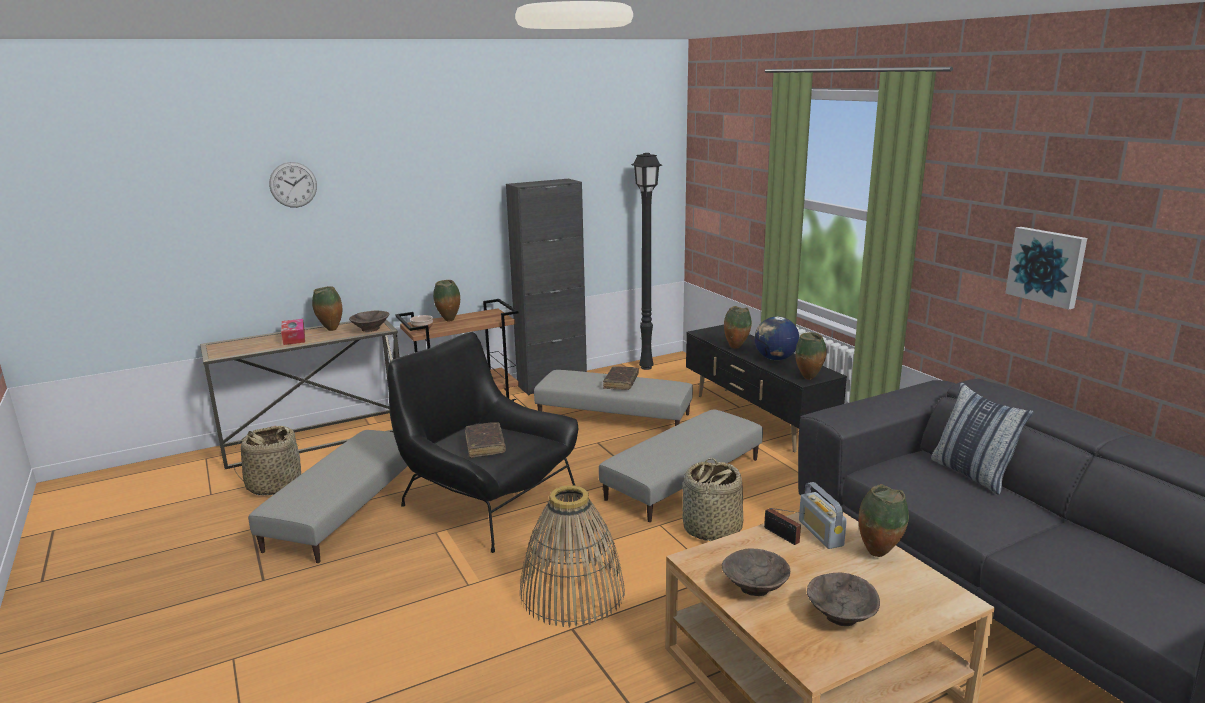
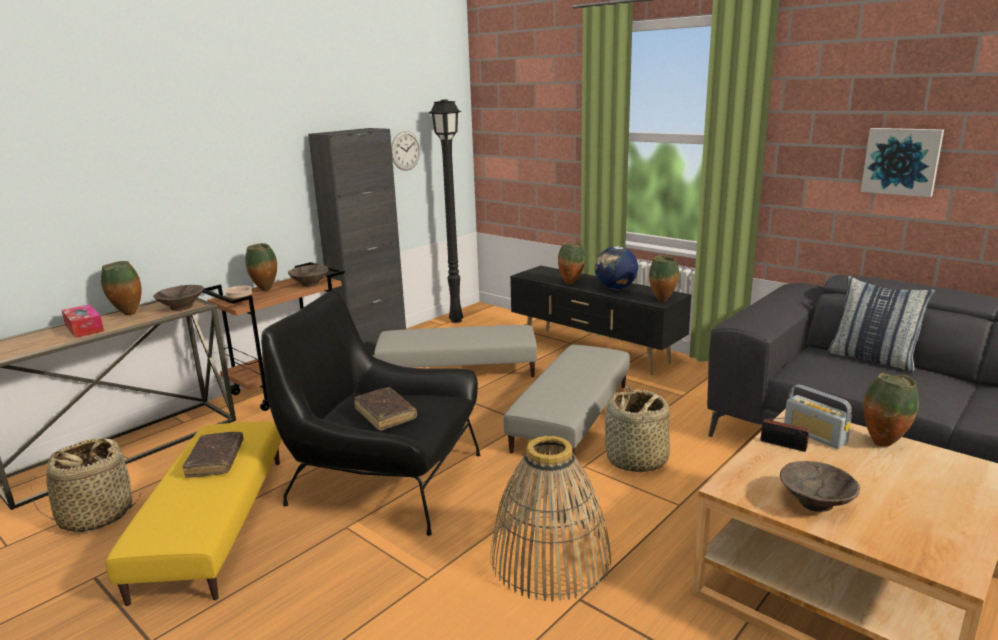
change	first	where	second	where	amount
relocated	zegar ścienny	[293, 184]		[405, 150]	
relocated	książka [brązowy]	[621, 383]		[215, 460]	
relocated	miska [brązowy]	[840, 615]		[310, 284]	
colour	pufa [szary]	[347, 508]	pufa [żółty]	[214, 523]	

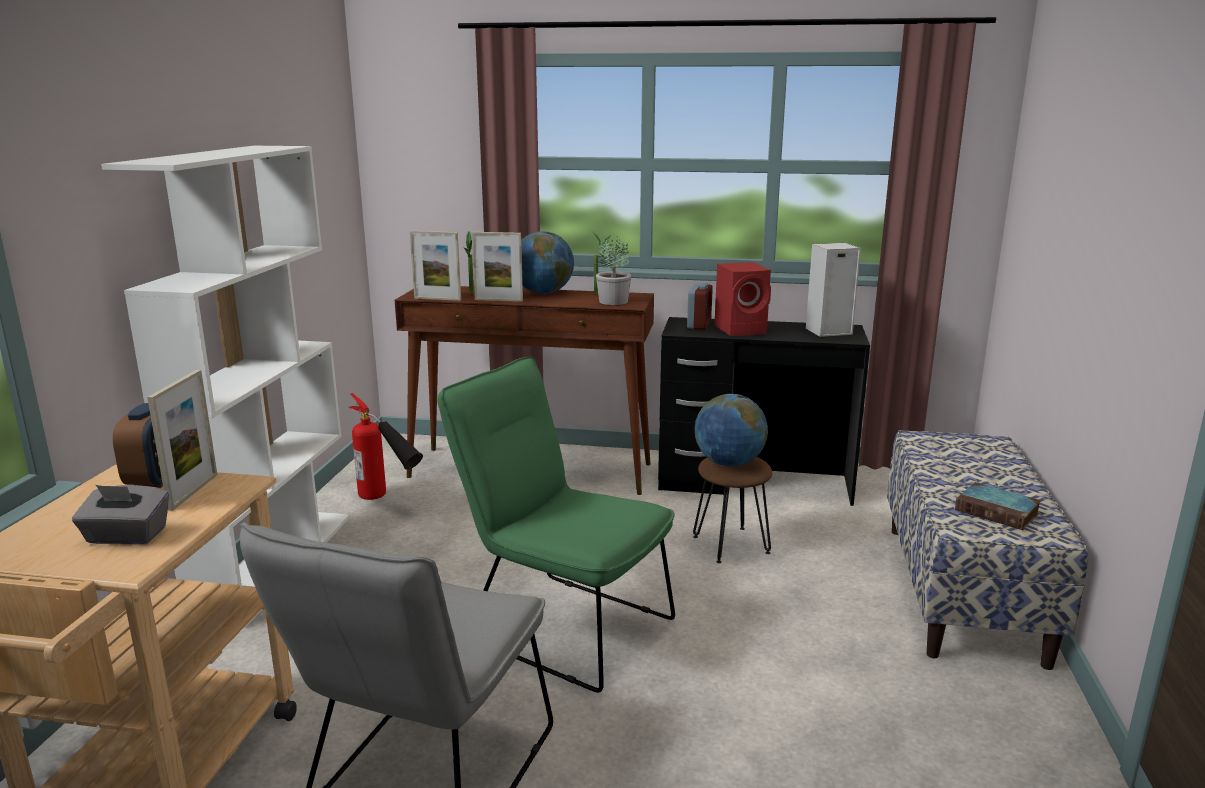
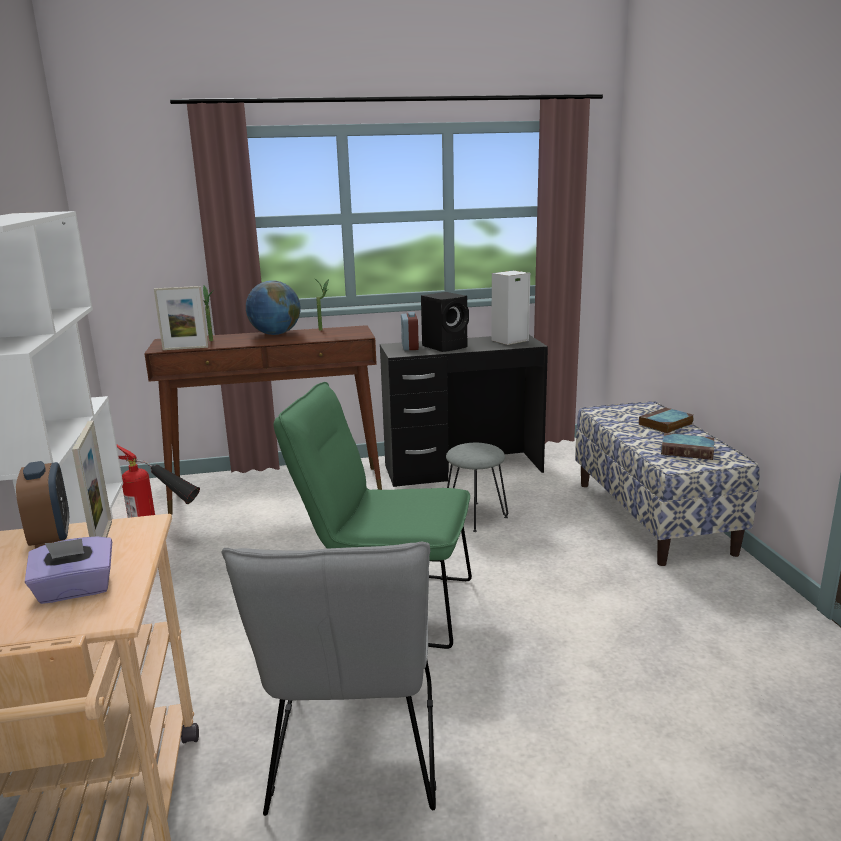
change	first	where	second	where	amount
missing	ramka na zdjęcie	[498, 300]			
missing	roślina doniczkowa	[613, 301]			
missing	globus	[729, 463]			
appeared			książka	[665, 424]	
colour	pudełko chusteczek [szary]	[126, 536]	pudełko chusteczek [fioletowy]	[75, 590]	
colour	stołek [brązowy]	[730, 544]	stołek [szary]	[475, 517]	
colour	głośnik [czerwony]	[742, 330]	głośnik [czarny]	[446, 346]	

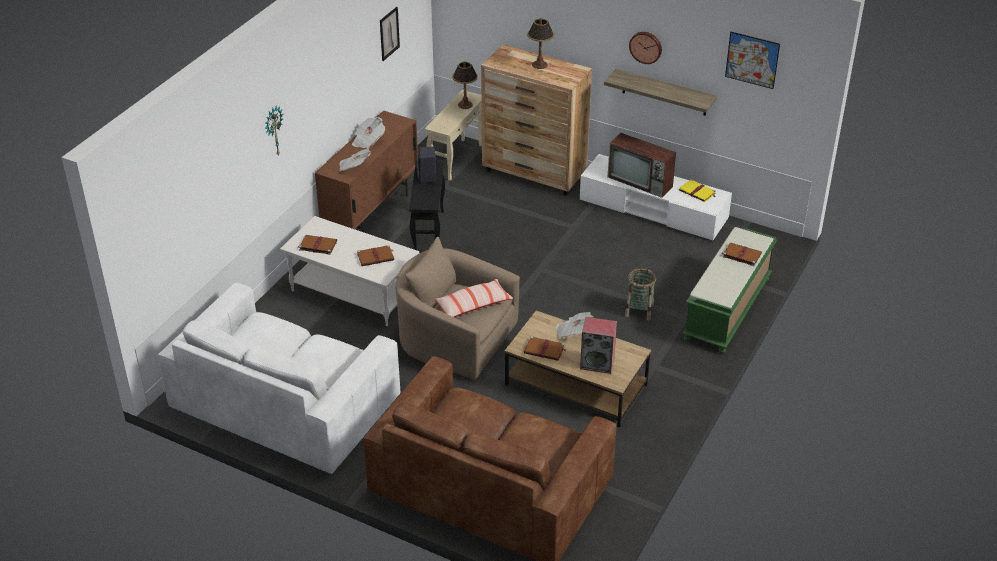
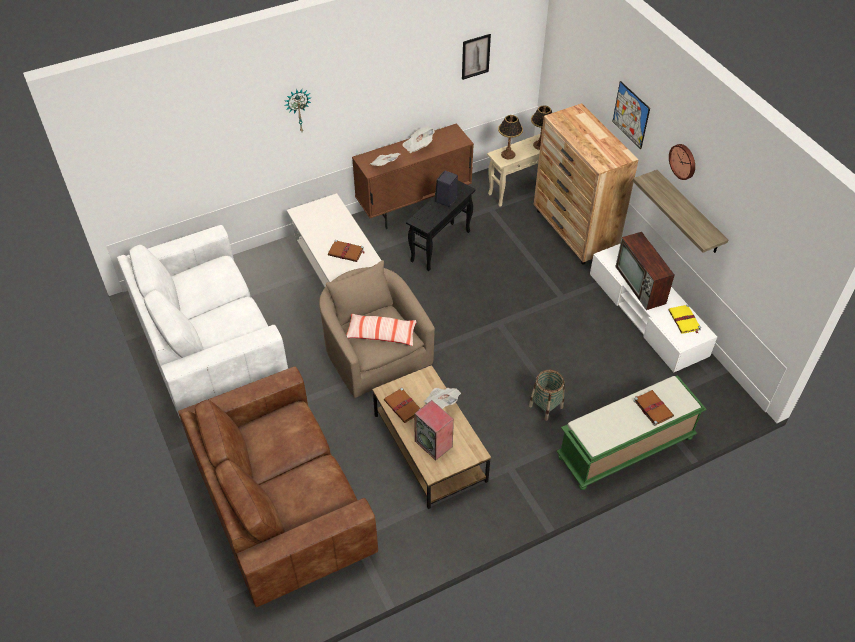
change	first	where	second	where	amount
missing	książka [brązowy]	[317, 245]			
relocated	lampa stołowa	[540, 65]		[508, 154]	
relocated	obraz	[752, 60]		[631, 115]	

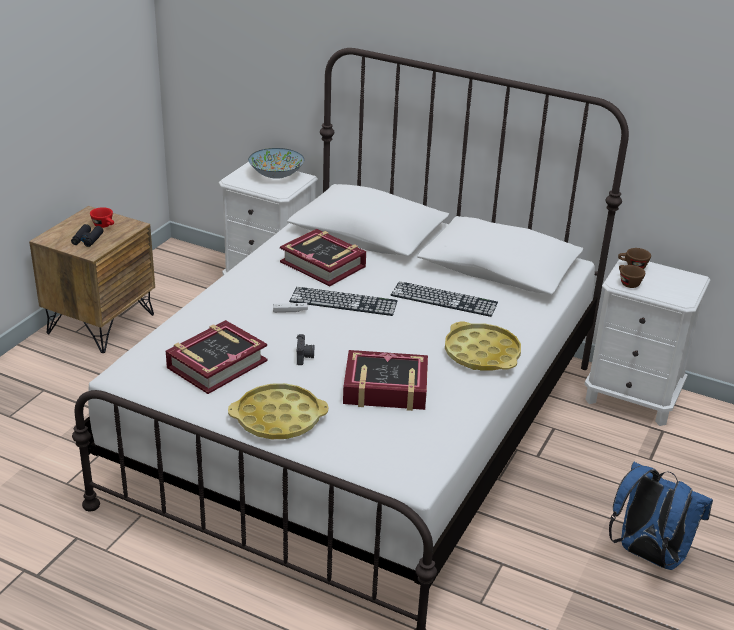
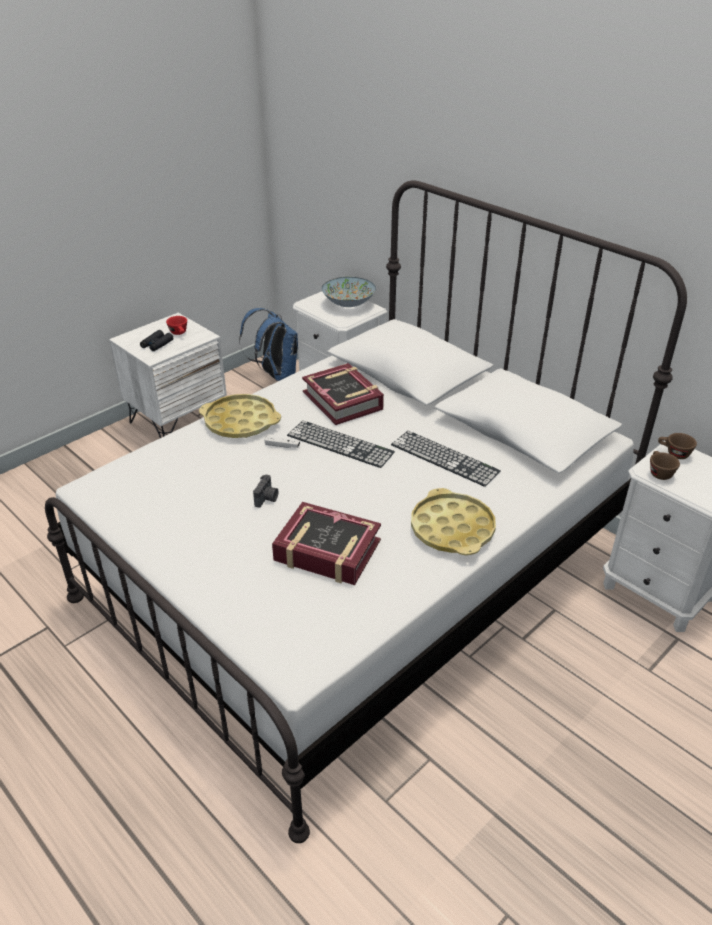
change	first	where	second	where	amount
missing	książka	[216, 364]			
relocated	taca [żółty]	[278, 418]		[240, 422]	
relocated	plecak [niebieski]	[647, 555]		[275, 374]	
colour	szafka nocna [brązowy]	[100, 323]	szafka nocna [biały]	[177, 420]	

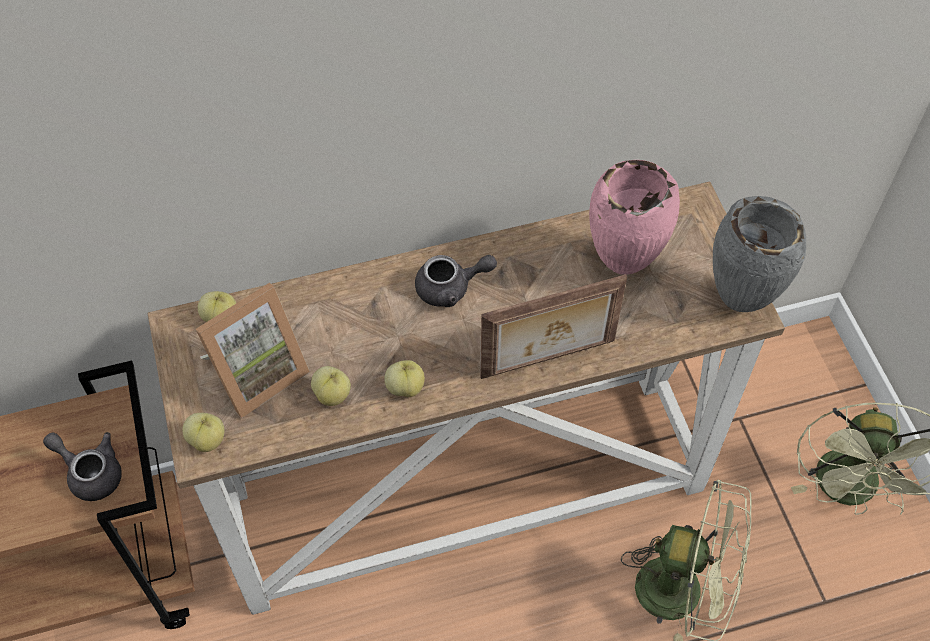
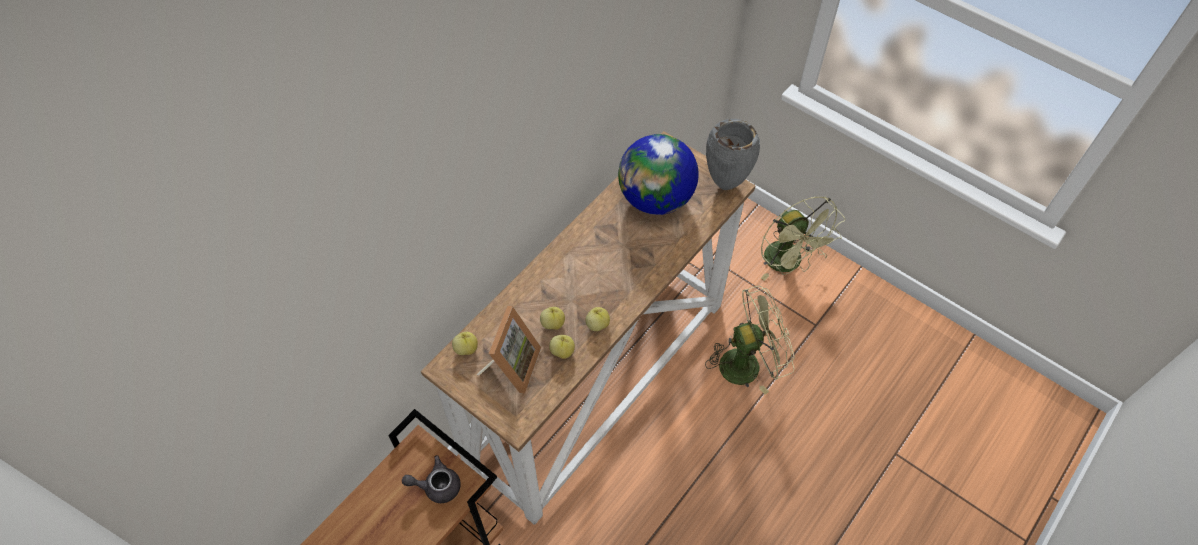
change	first	where	second	where	amount
missing	imbryk [szary]	[451, 288]			
missing	ramka na zdjęcie	[548, 360]			
relocated	jabłko	[207, 440]		[553, 323]	
exchanged	wazon [różowy]	[622, 267]	globus	[656, 199]	

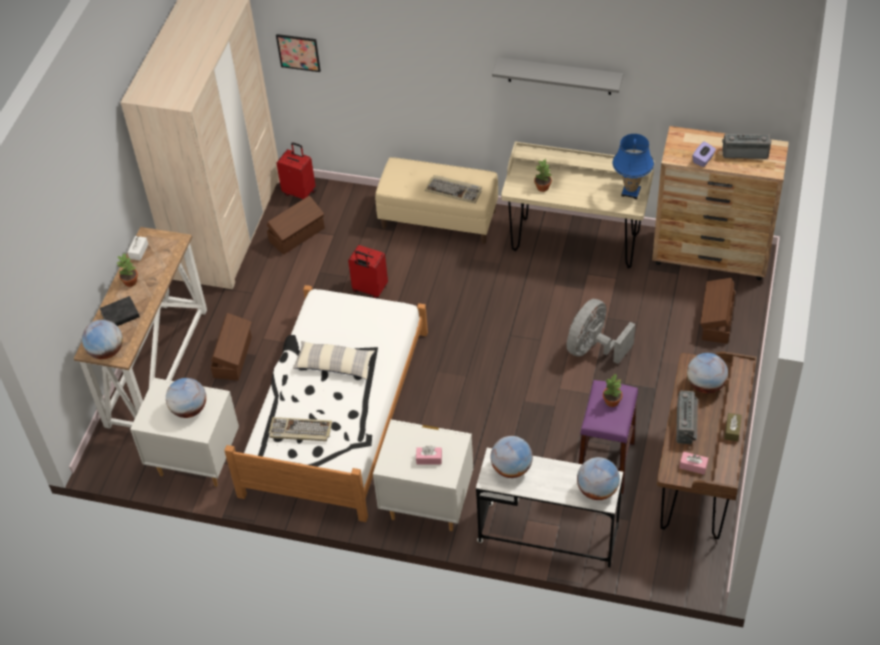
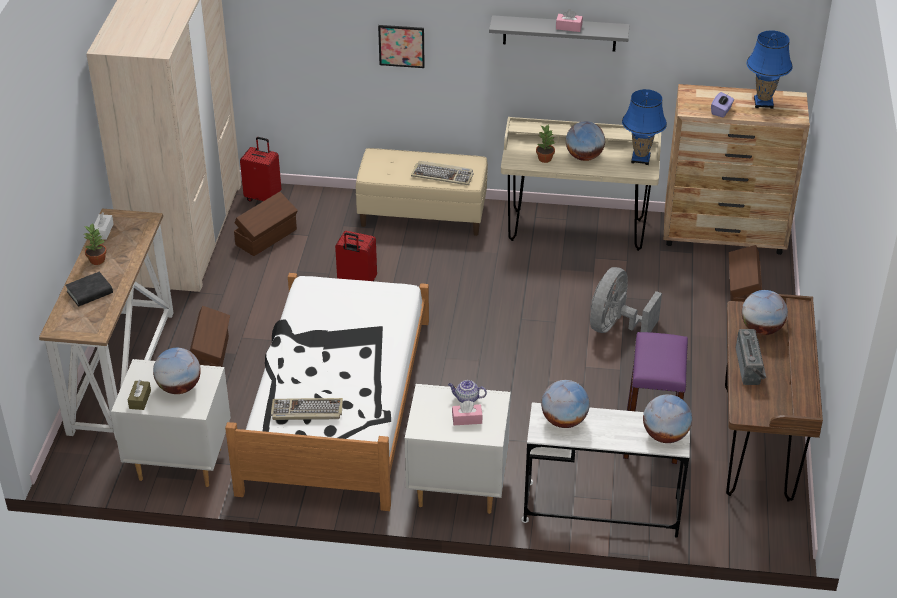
change	first	where	second	where	amount
missing	poduszka	[334, 365]			
missing	roślina doniczkowa	[611, 401]			
appeared			imbryk	[466, 399]	
relocated	globus	[106, 351]		[584, 157]	
relocated	obraz	[298, 52]		[401, 46]	
relocated	pudełko chusteczek [różowy]	[693, 466]		[568, 27]	
relocated	pudełko chusteczek [brązowy]	[732, 430]		[140, 399]	
exchanged	radio	[745, 152]	lampa stołowa [niebieski]	[763, 103]	

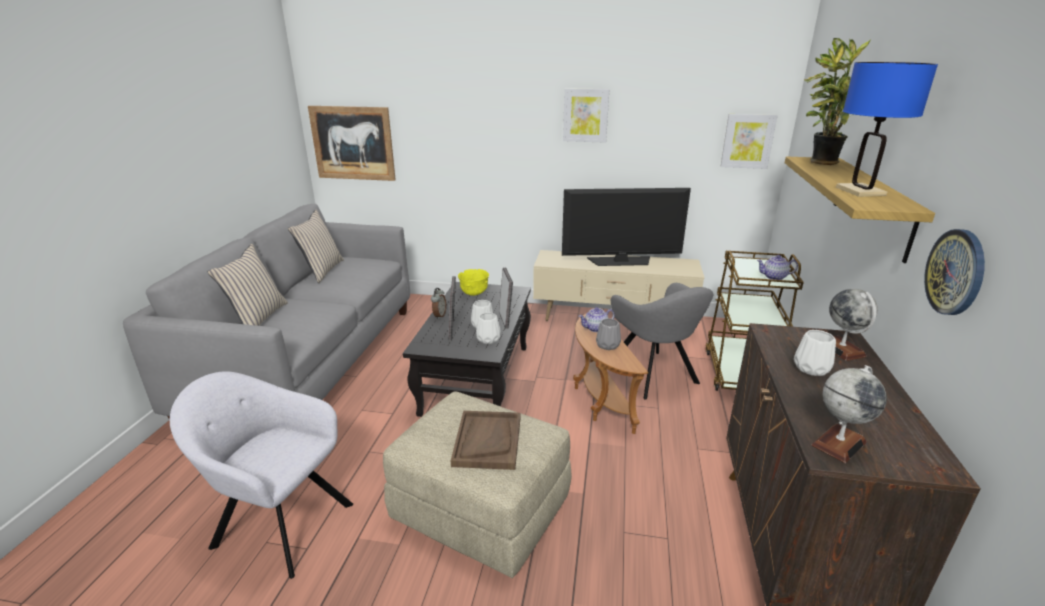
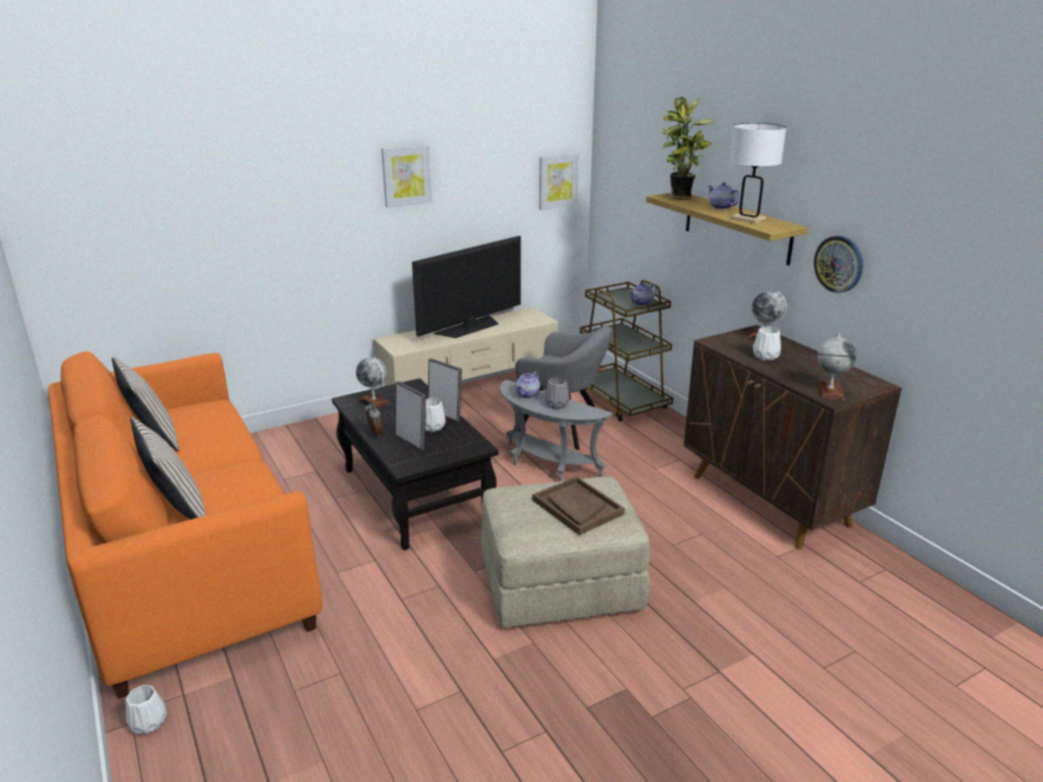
change	first	where	second	where	amount
missing	fotel [szary]	[279, 523]			
missing	obraz	[353, 143]			
appeared			imbryk	[720, 207]	
relocated	wazon [biały]	[489, 339]		[149, 722]	
exchanged	miska [żółty]	[474, 293]	globus	[374, 402]	
colour	kanapa [szary]	[309, 359]	kanapa [pomarańczowy]	[188, 558]	
colour	stolik [brązowy]	[599, 401]	stolik [szary]	[546, 466]	
colour	lampa stołowa [niebieski]	[860, 191]	lampa stołowa [biały]	[748, 219]	

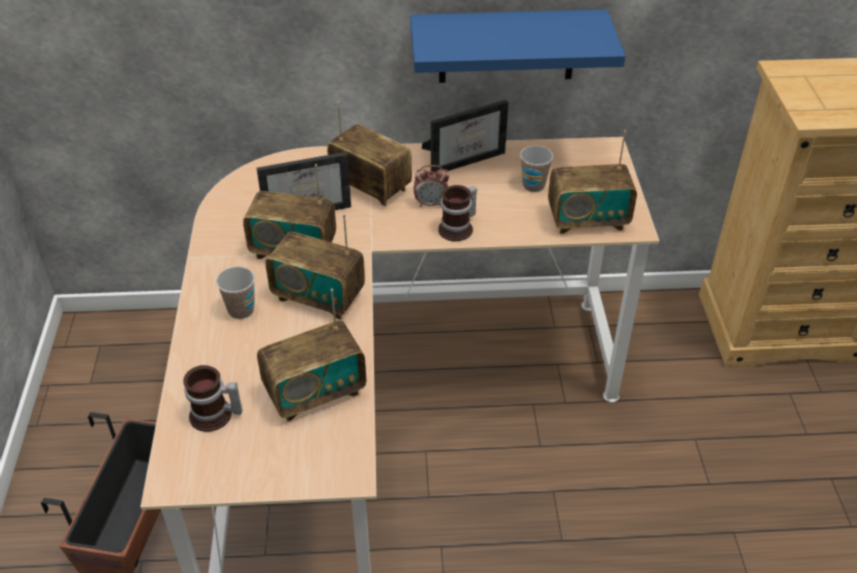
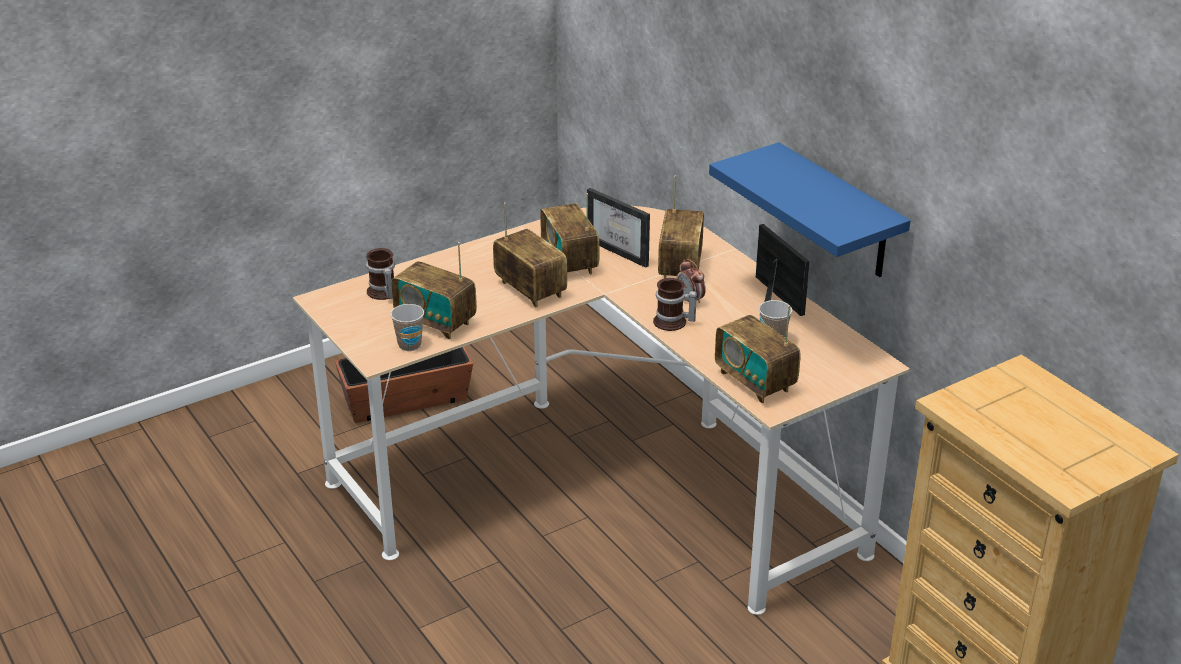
change	first	where	second	where	amount
relocated	filiżanka	[241, 310]		[409, 345]	
spun	radio	[318, 297]		[530, 290]	150 degrees clockwise
spun	ramka na zdjęcie	[465, 158]		[771, 297]	150 degrees counterclockwise

